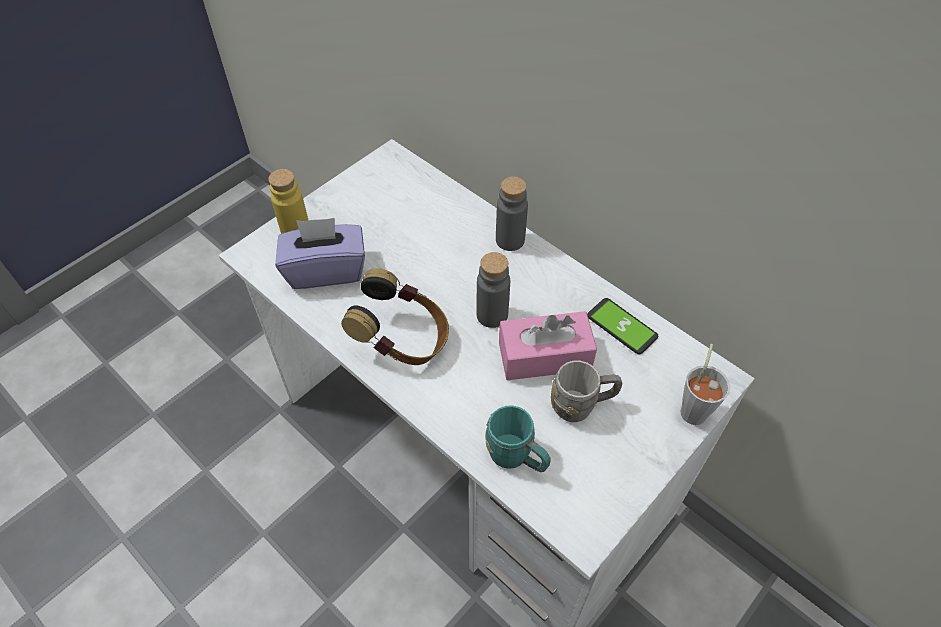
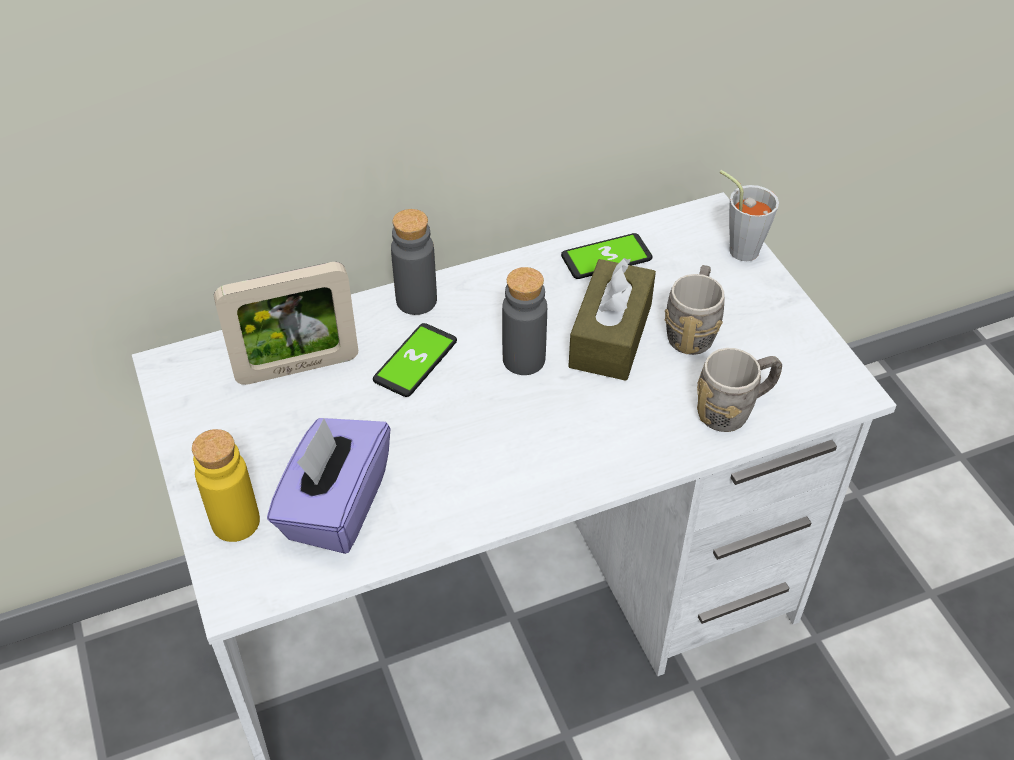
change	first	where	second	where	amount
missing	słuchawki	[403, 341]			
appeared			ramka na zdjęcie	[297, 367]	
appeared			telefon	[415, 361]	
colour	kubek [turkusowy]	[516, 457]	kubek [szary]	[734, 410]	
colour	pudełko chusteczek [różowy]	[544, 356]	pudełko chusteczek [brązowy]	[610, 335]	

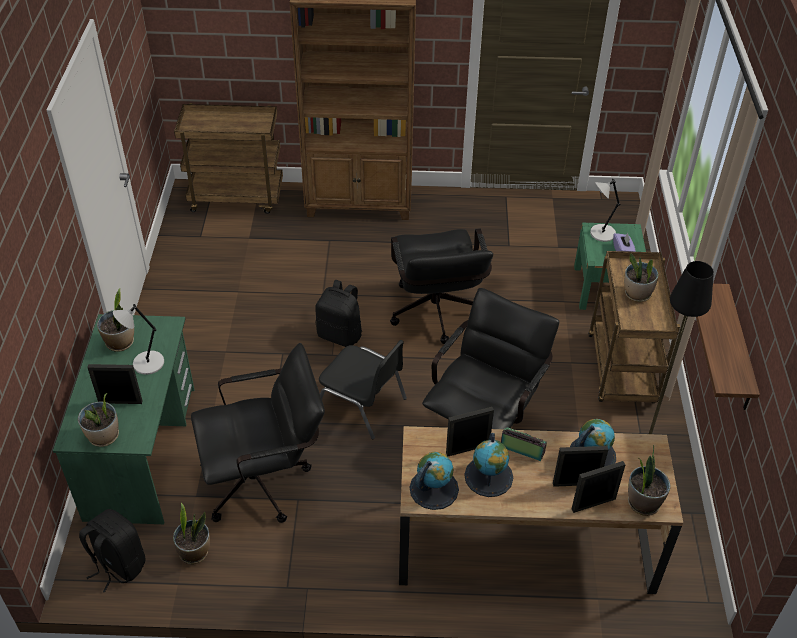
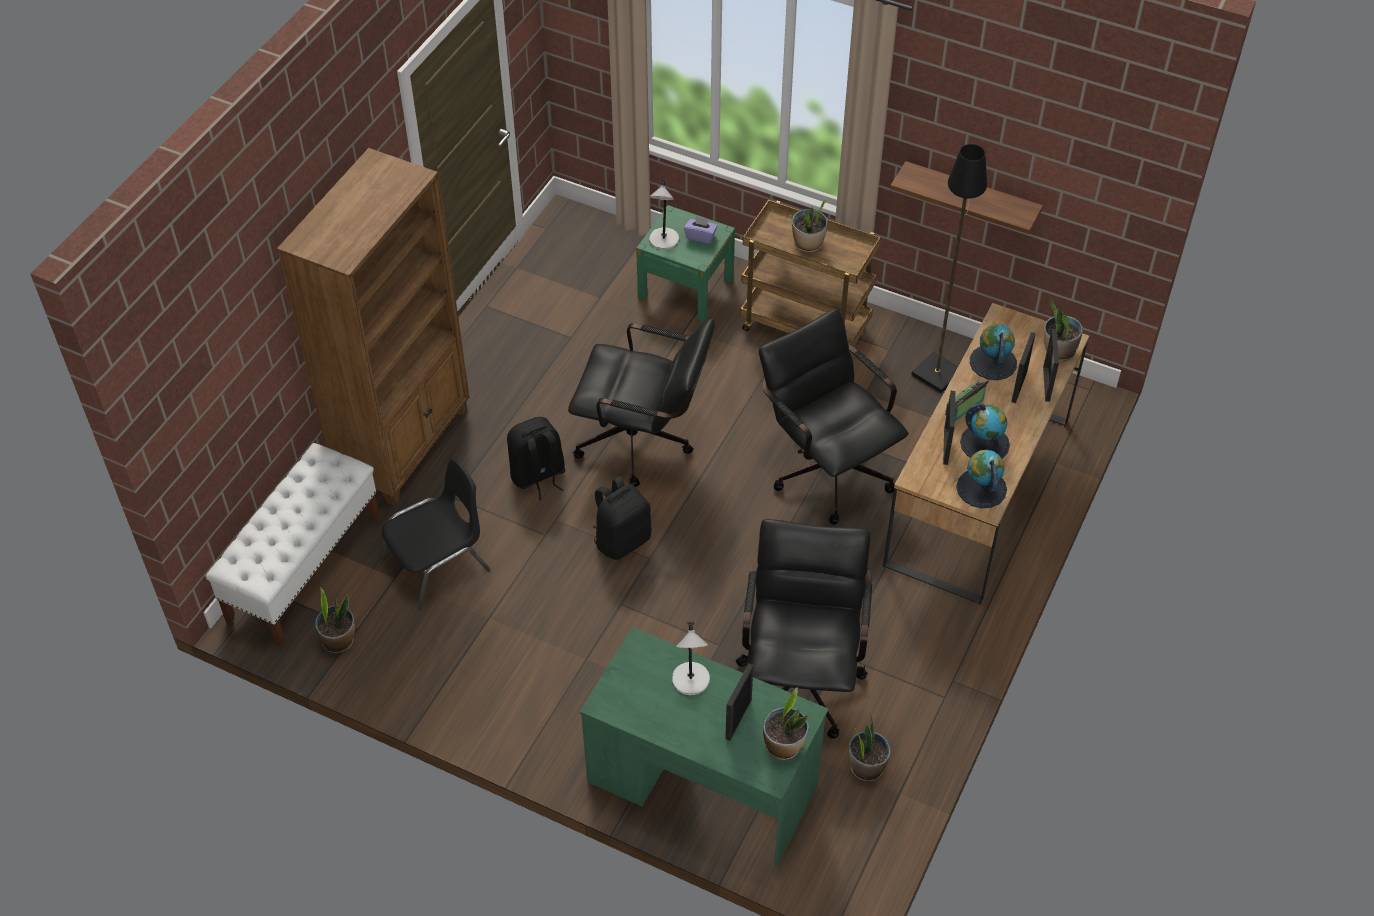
change	first	where	second	where	amount
relocated	plecak [czarny]	[118, 565]		[538, 476]	
relocated	roślina doniczkowa	[120, 342]		[339, 640]	
relocated	krzesło [czarny]	[362, 405]		[438, 564]	
exchanged	wózek [brązowy]	[237, 197]	ławka [biały]	[304, 567]	

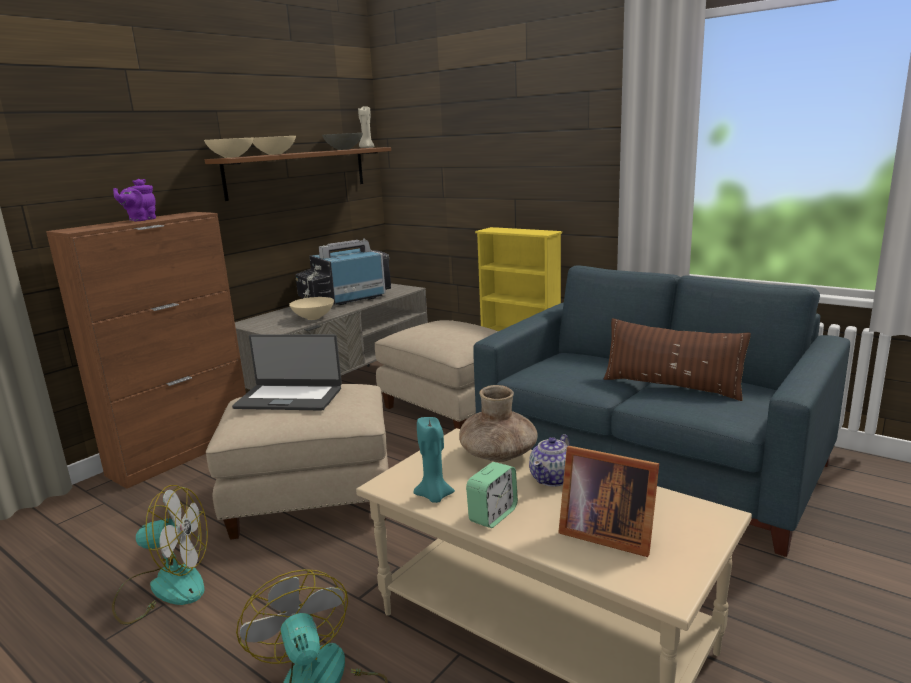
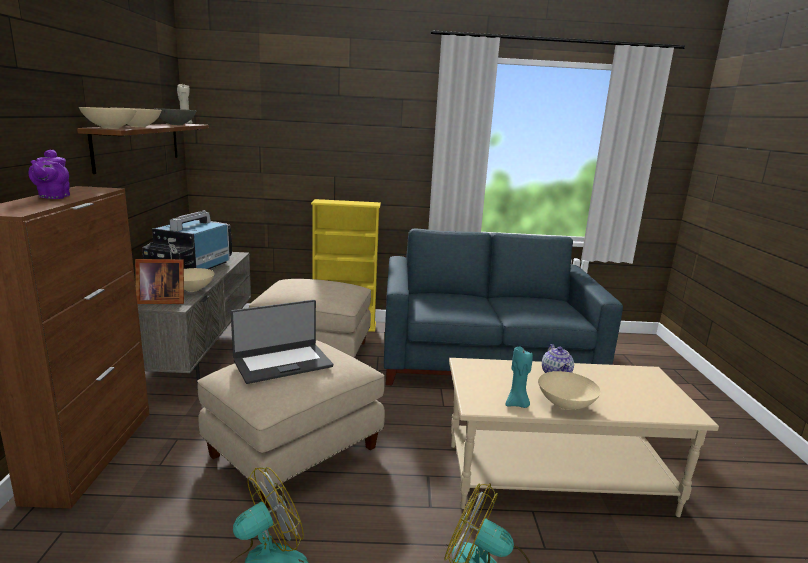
change	first	where	second	where	amount
missing	wazon [brązowy]	[498, 454]			
missing	poduszka [brązowy]	[671, 386]			
relocated	ramka na zdjęcie	[604, 533]		[160, 300]	
exchanged	budzik	[493, 515]	miska [beżowy]	[565, 404]	

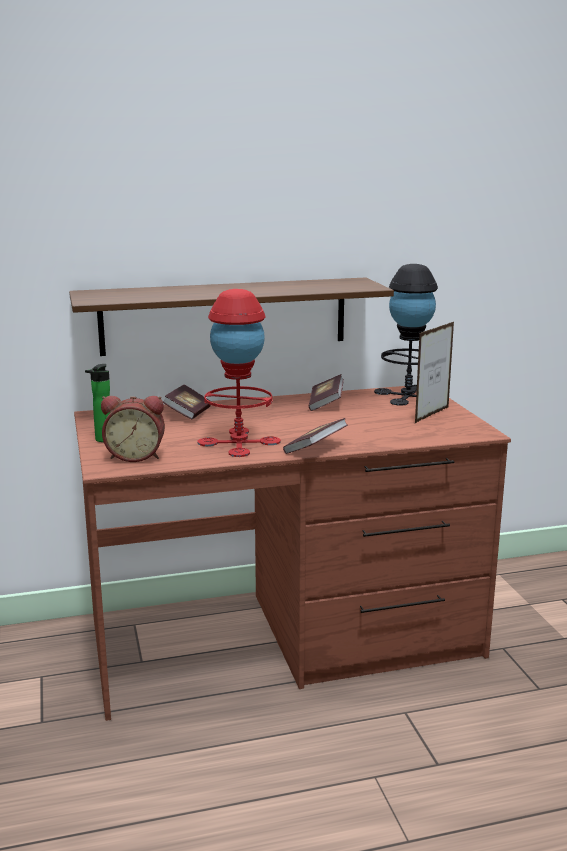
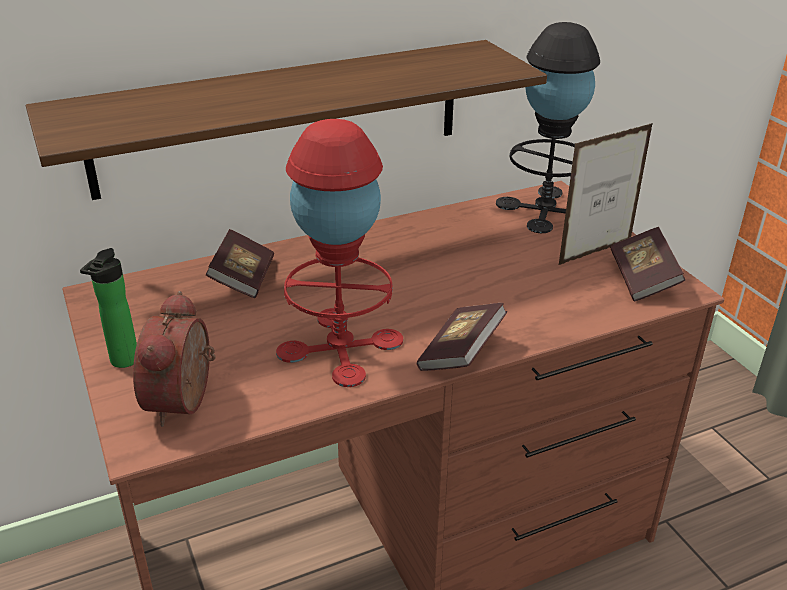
change	first	where	second	where	amount
relocated	książka	[326, 403]		[643, 279]	
spun	budzik	[136, 456]		[186, 401]	105 degrees clockwise
spun	ramka na zdjęcie	[432, 415]		[595, 252]	150 degrees counterclockwise

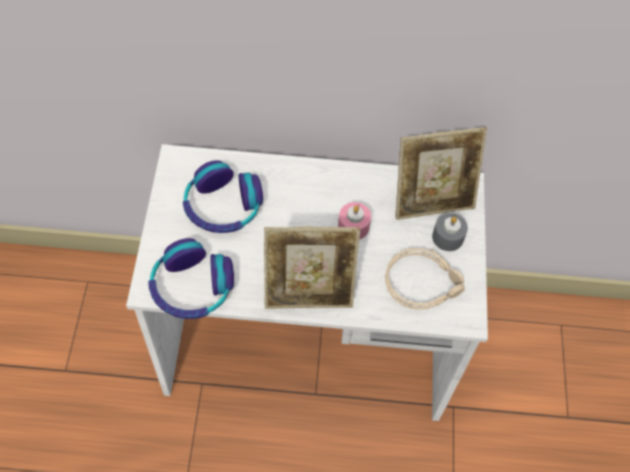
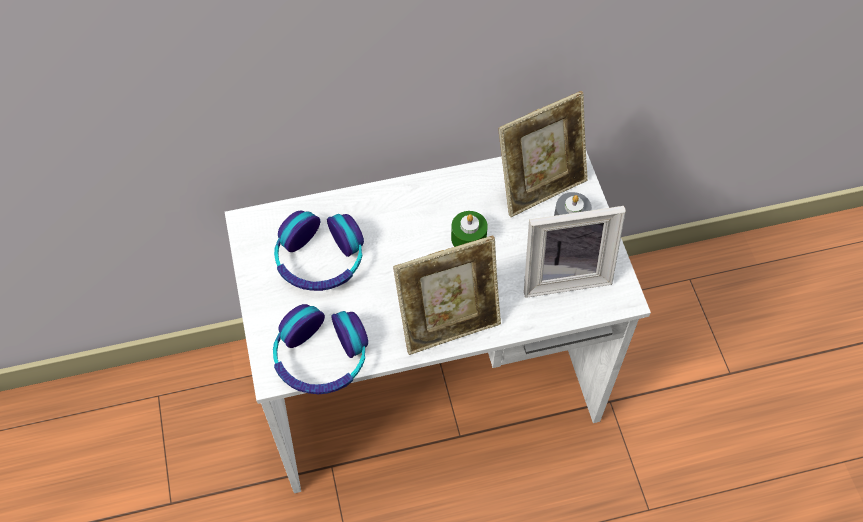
change	first	where	second	where	amount
exchanged	słuchawki [beżowy]	[423, 282]	ramka na zdjęcie	[564, 274]	
colour	świeca [różowy]	[353, 226]	świeca [zielony]	[468, 238]	

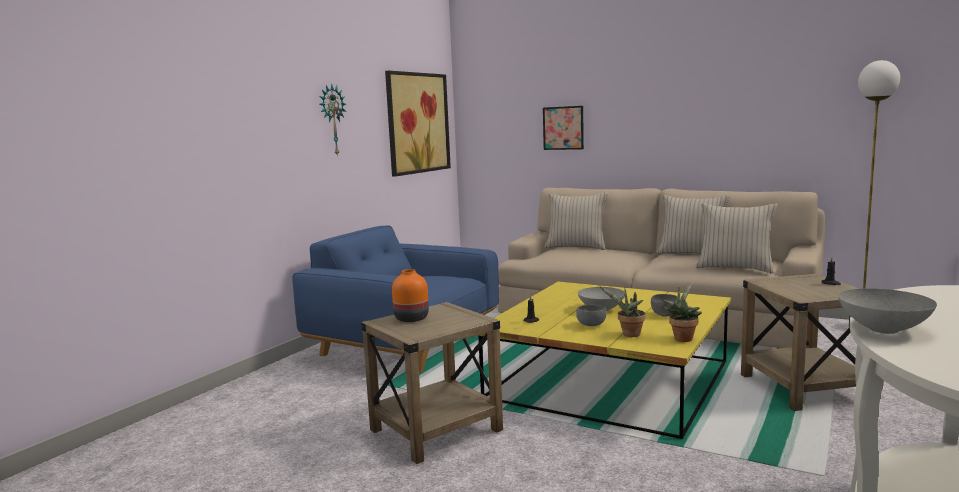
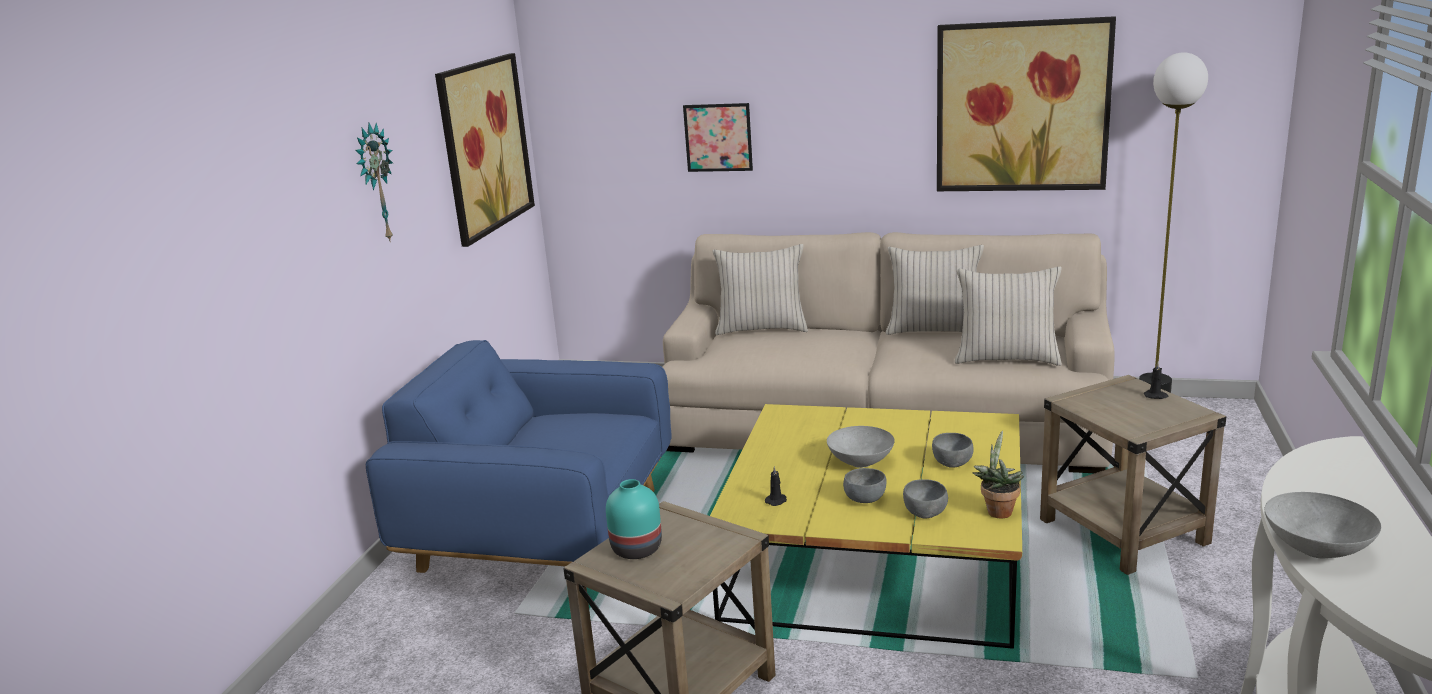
change	first	where	second	where	amount
appeared			obraz	[1022, 106]	
exchanged	roślina doniczkowa	[629, 335]	miska [szary]	[925, 513]	
colour	wazon [pomarańczowy]	[411, 319]	wazon [turkusowy]	[637, 550]	

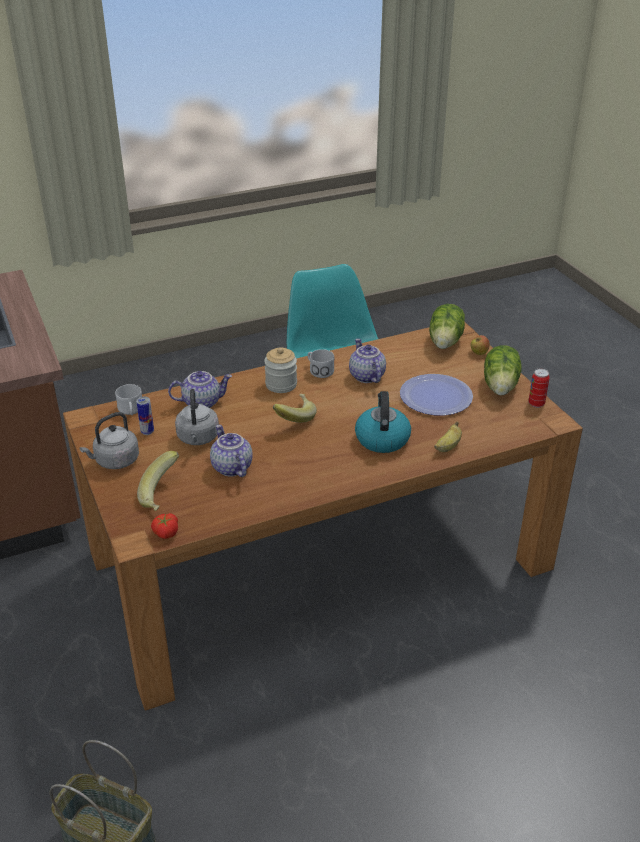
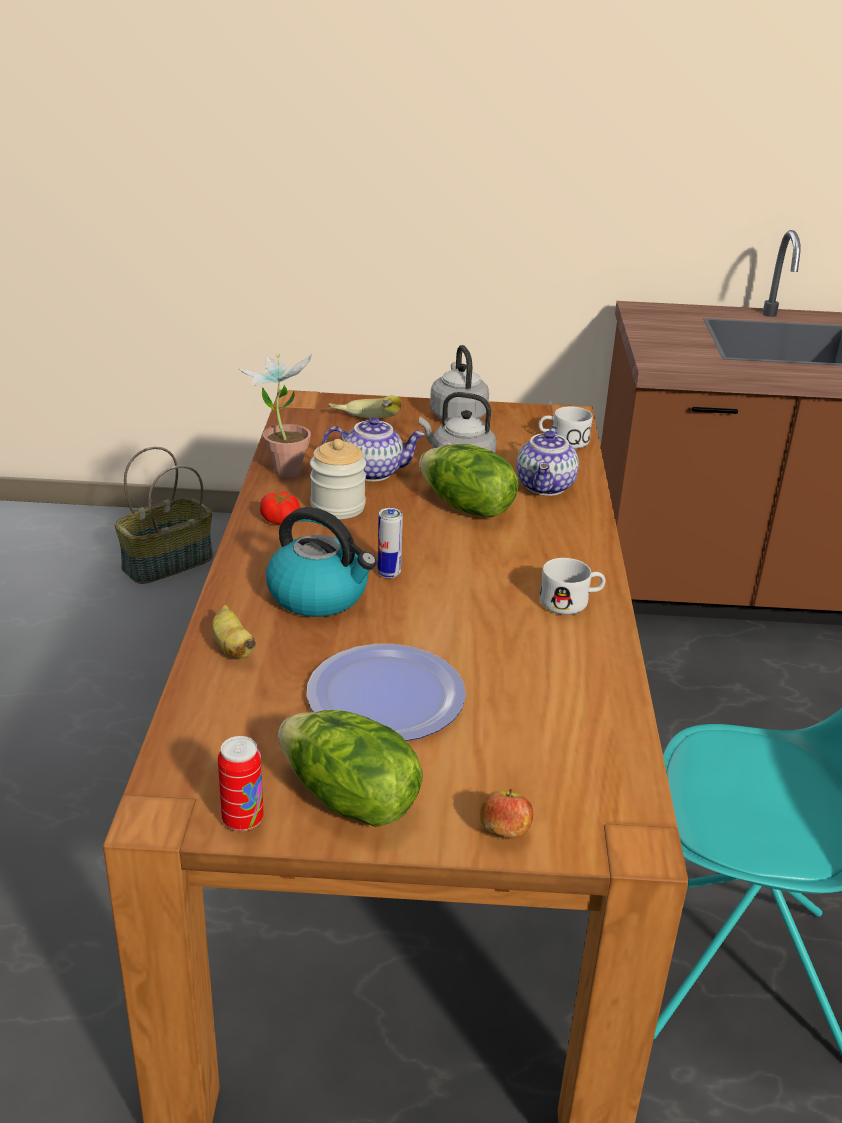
change	first	where	second	where	amount
missing	banan	[294, 417]			
missing	imbryk	[366, 376]			
appeared			roślina doniczkowa	[282, 468]	
relocated	puszka	[147, 432]		[389, 573]	
relocated	pomidor	[165, 533]		[281, 519]	
relocated	słoik	[281, 385]		[338, 507]	
relocated	sałata	[446, 342]		[466, 507]	

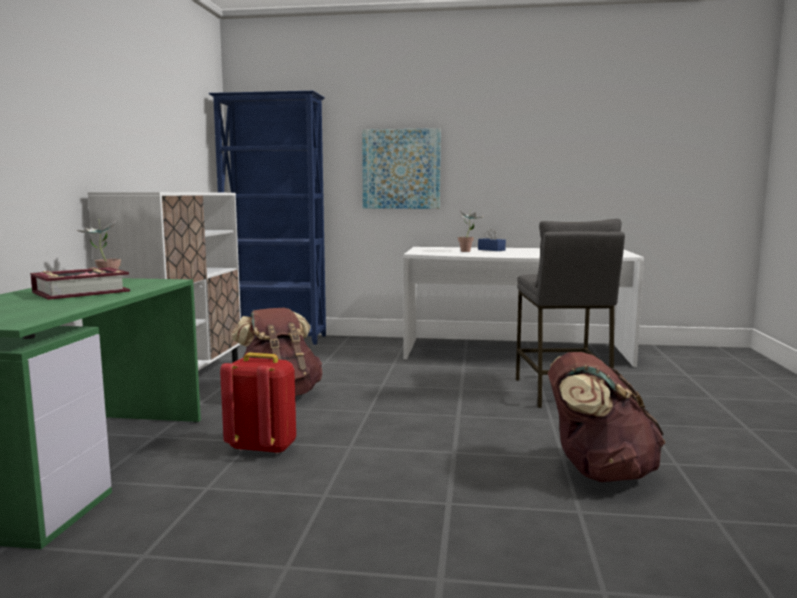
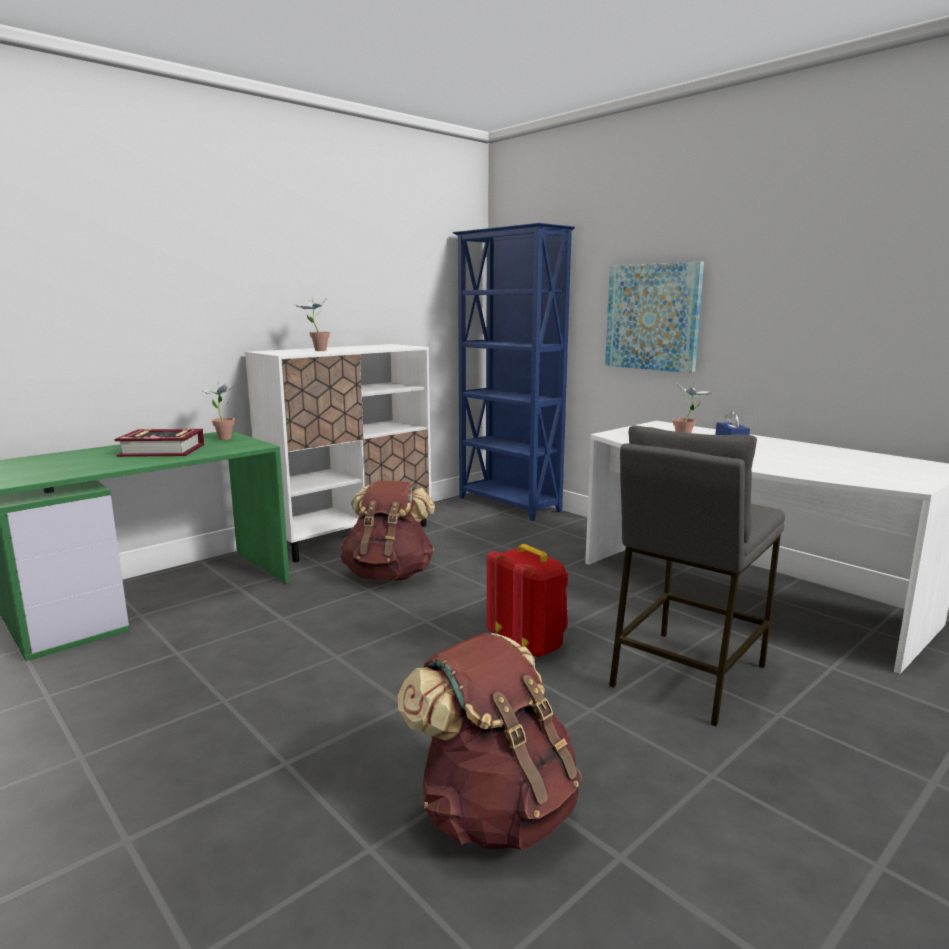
change	first	where	second	where	amount
appeared			roślina doniczkowa	[316, 350]	
relocated	plecak [czerwony]	[262, 447]		[529, 645]	

